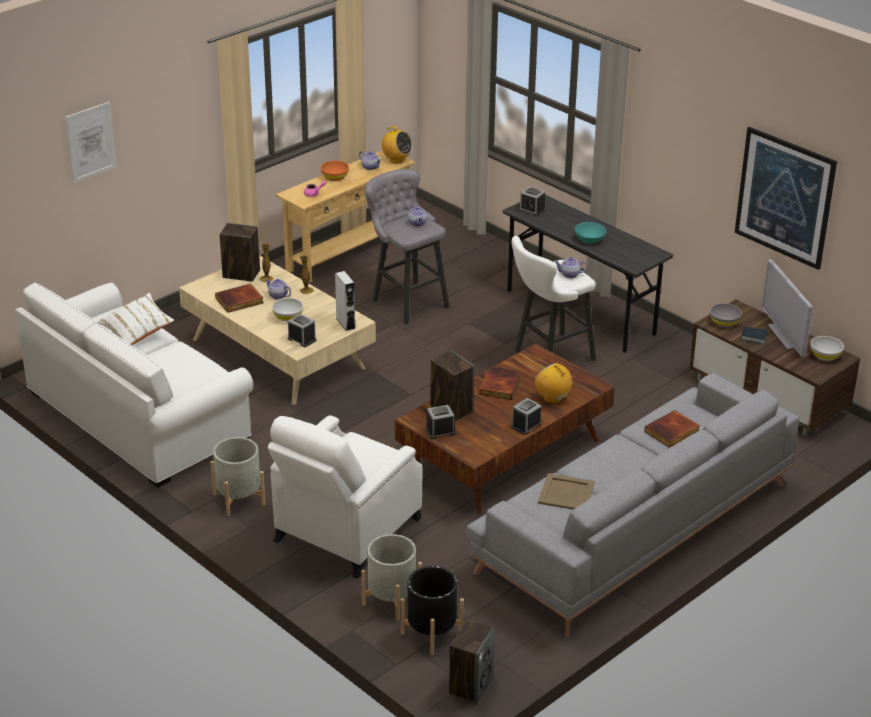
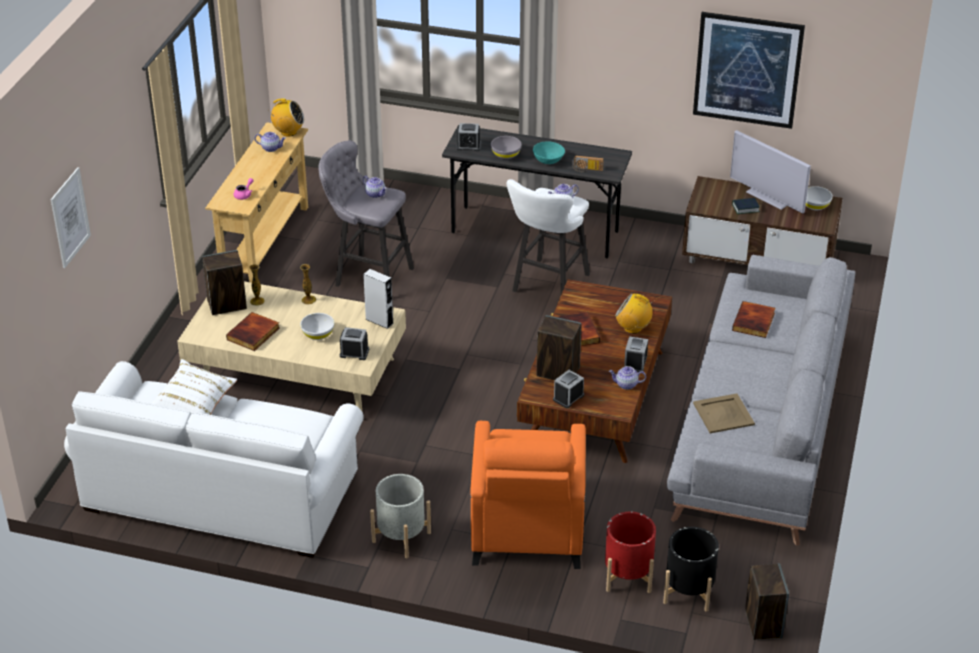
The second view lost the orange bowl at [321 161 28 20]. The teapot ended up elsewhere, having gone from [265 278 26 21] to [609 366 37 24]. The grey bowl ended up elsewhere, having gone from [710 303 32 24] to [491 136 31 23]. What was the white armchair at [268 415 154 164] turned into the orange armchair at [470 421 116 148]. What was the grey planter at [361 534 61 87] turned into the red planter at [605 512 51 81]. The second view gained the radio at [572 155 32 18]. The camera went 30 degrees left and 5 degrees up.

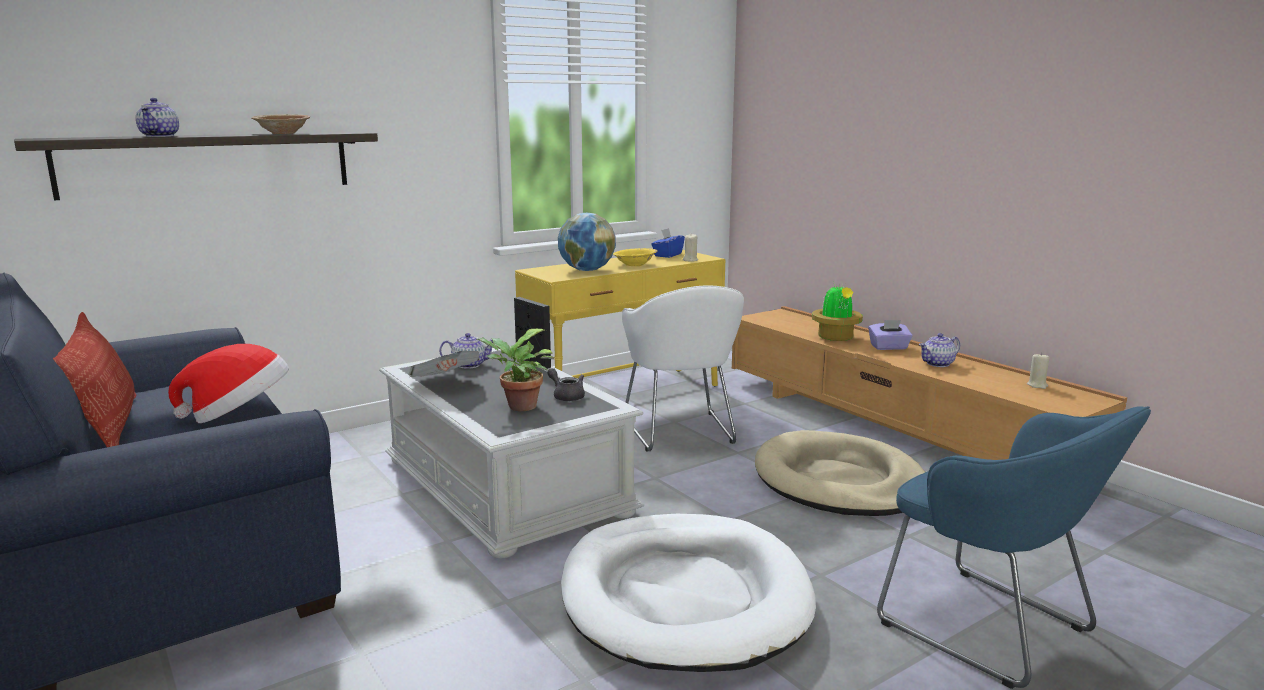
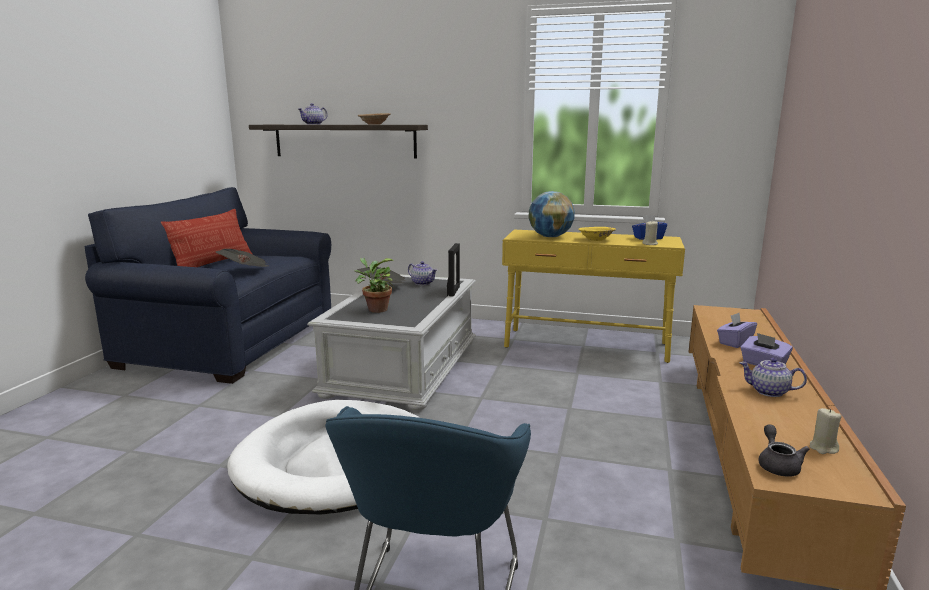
Where the potted plant stood at [812 283 51 58], the purple tissue box came to stand at [717 313 40 35]. The second view lost the white armchair at [622 285 122 166]. Where the hat stood at [168 344 121 79], the newspaper came to stand at [216 249 52 18]. The grey teapot ended up elsewhere, having gone from [547 368 38 33] to [759 424 50 53]. The second view lost the beige dog bed at [755 430 170 86]. The camera went 50 degrees right and 0 degrees up.

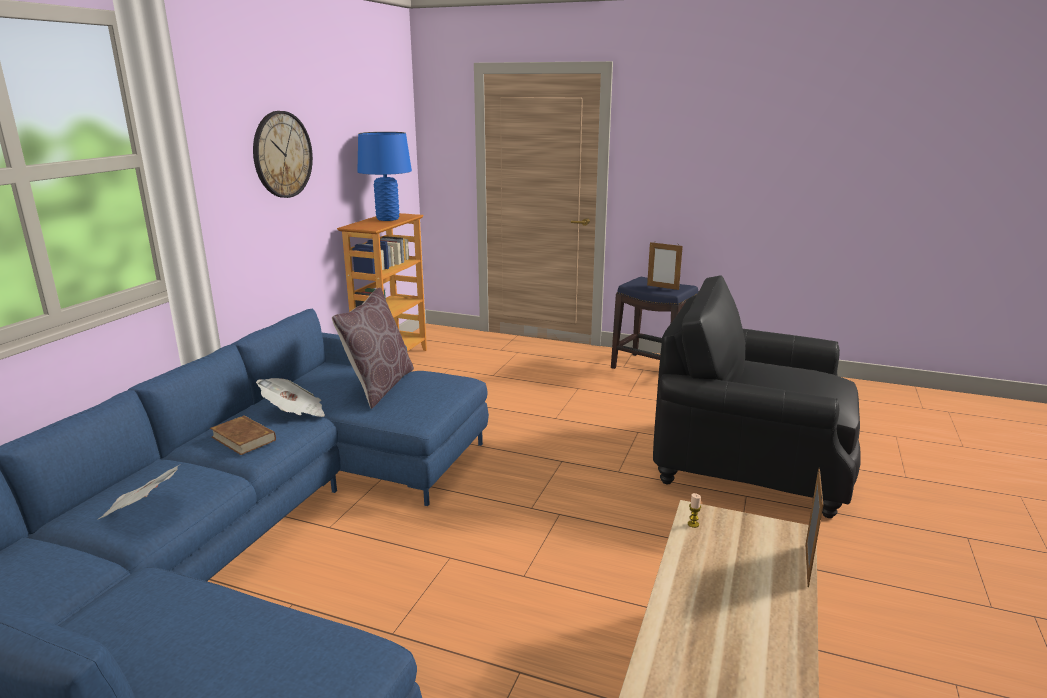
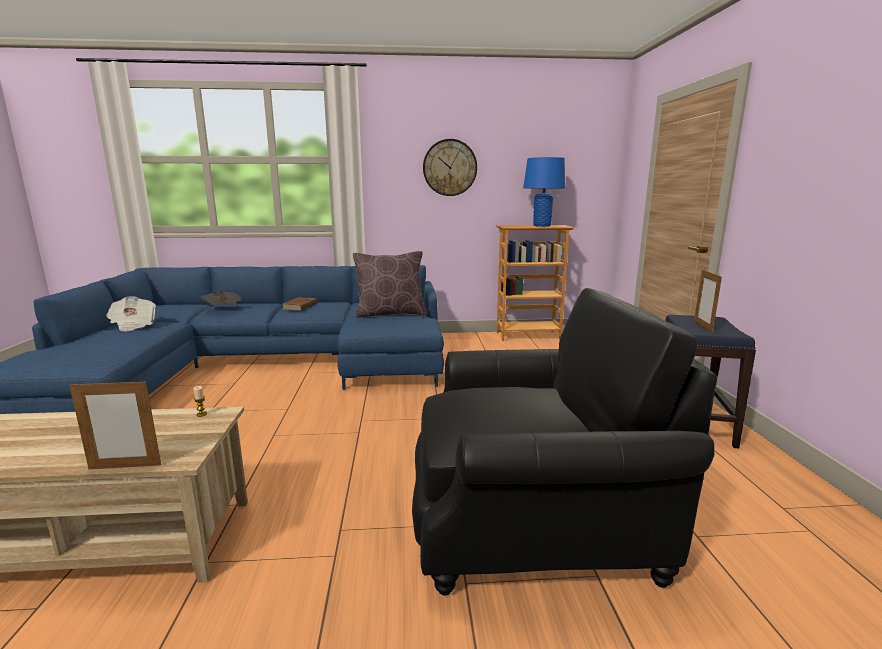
The black armchair at [653 275 208 243] ended up facing another way, 90 degrees clockwise from before. The newspaper ended up elsewhere, having gone from [256 378 69 39] to [106 296 50 36]. The camera went 65 degrees right and 5 degrees down.

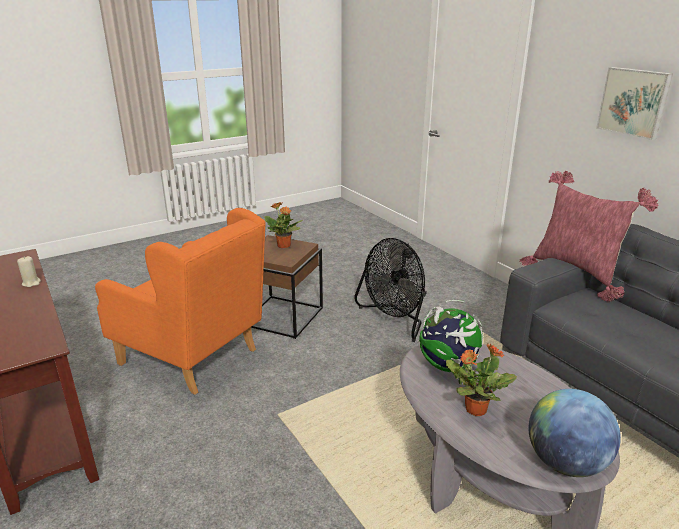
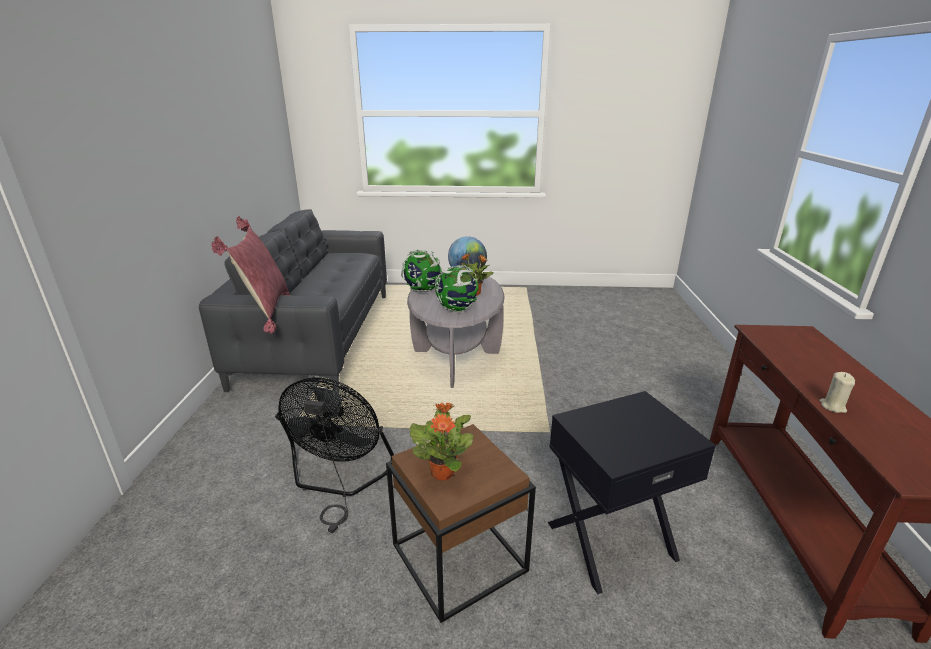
The second view lost the picture at [596 67 77 73]. Where the orange armchair stood at [95 208 170 187], the black side table came to stand at [547 391 169 203]. The black fan at [354 238 73 104] ended up facing another way, 75 degrees counterclockwise from before. The second view gained the globe at [401 250 40 43]. The camera went 145 degrees left and 0 degrees up.

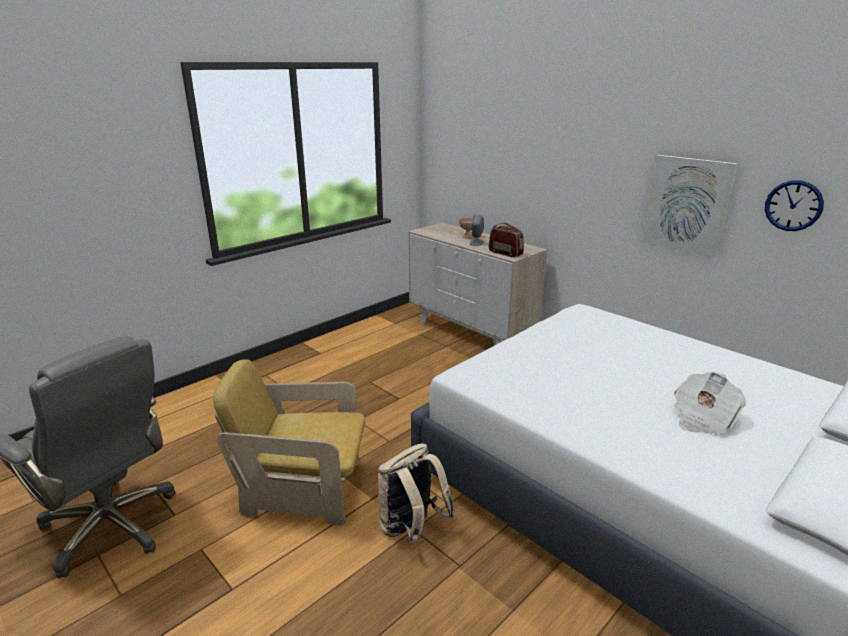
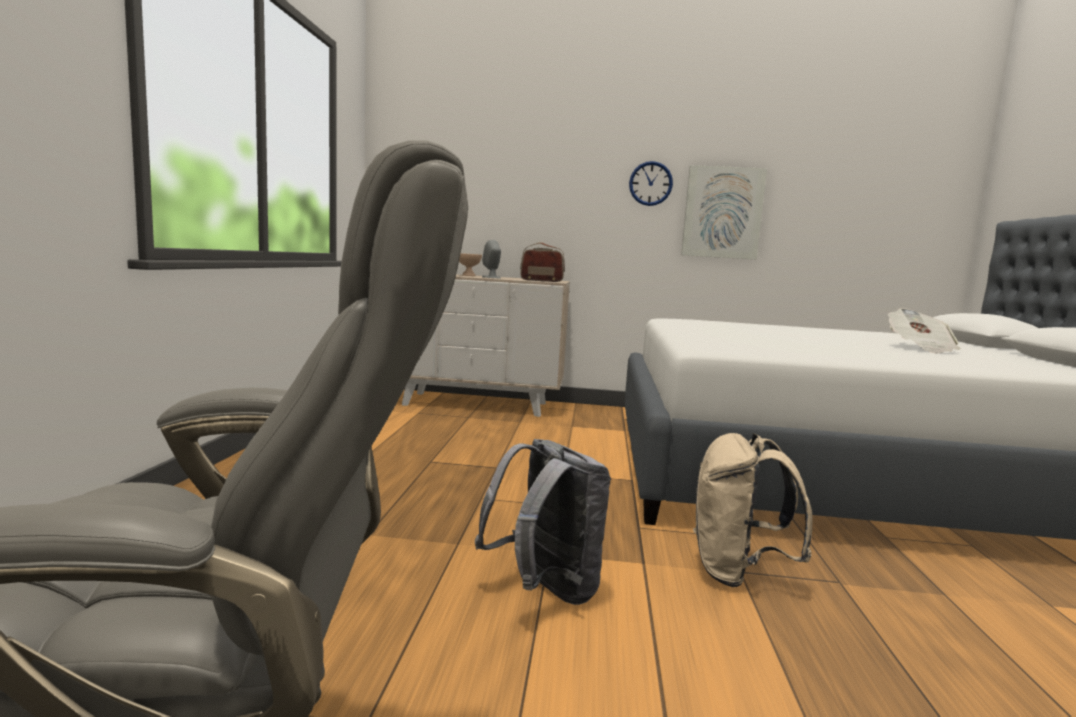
The wall clock ended up elsewhere, having gone from [765 180 59 51] to [629 161 44 45]. Where the yellow armchair stood at [213 359 152 166], the grey backpack came to stand at [475 439 136 166]. The camera went 40 degrees left and 15 degrees down.

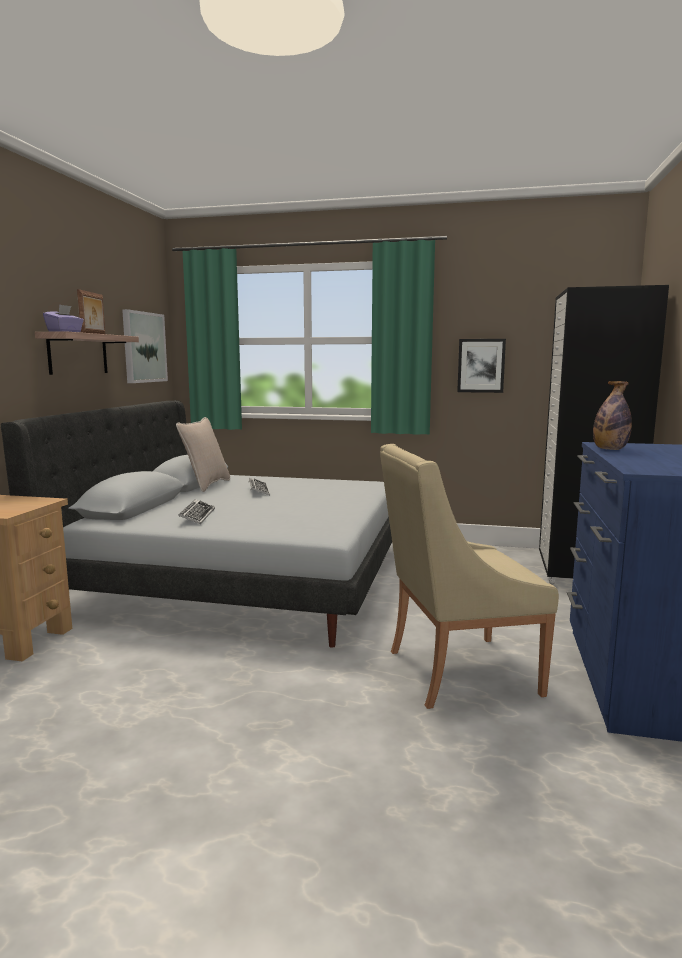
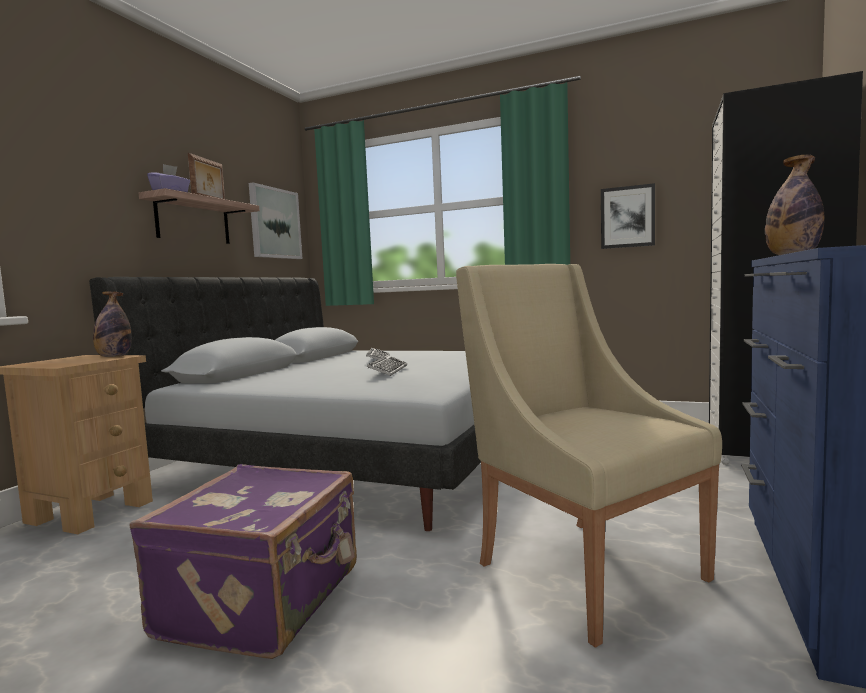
The second view lost the beige pillow at [176 417 54 75]. The beige armchair at [380 444 179 265] ended up facing another way, 60 degrees clockwise from before. The keyboard ended up elsewhere, having gone from [178 499 37 25] to [367 355 40 21]. The second view gained the bottle at [93 291 39 66]. The second view gained the purple suitcase at [129 464 228 195]. The camera went 10 degrees right and 5 degrees down.

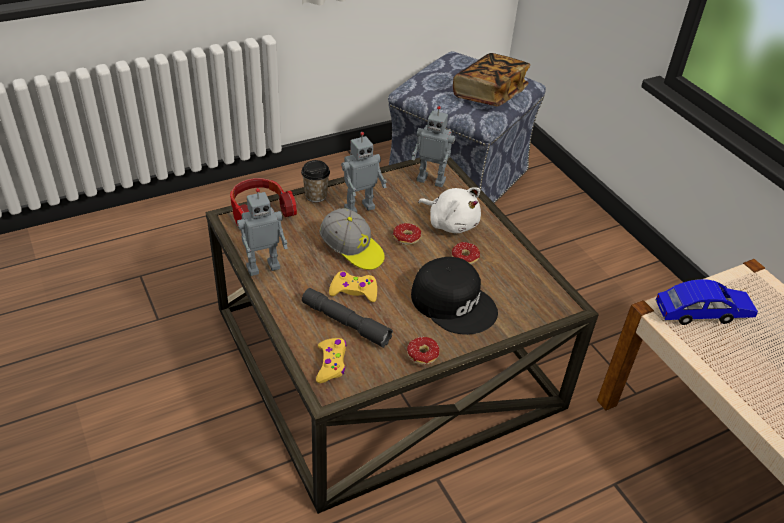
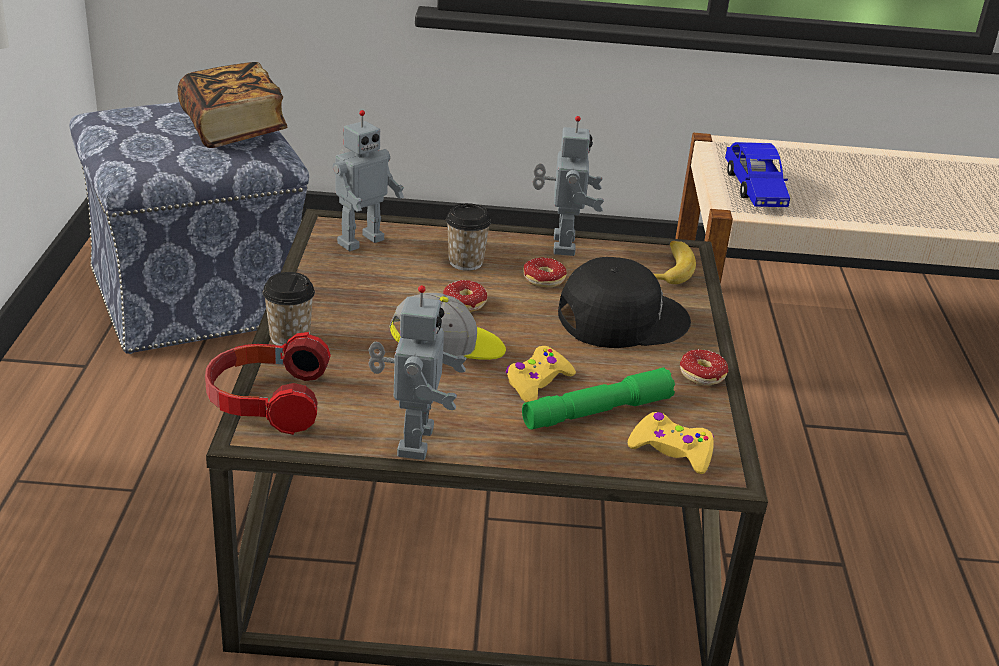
The toy robot ended up elsewhere, having gone from [341 132 46 81] to [532 116 72 140]. Where the white plush toy stood at [418 187 63 46], the cup came to stand at [446 203 45 68]. The blue toy car at [656 279 102 46] ended up facing another way, 150 degrees clockwise from before. What was the grey flashlight at [302 288 91 60] turned into the green flashlight at [522 367 153 63]. The second view gained the banana at [654 241 42 43]. The camera went 60 degrees left and 10 degrees down.

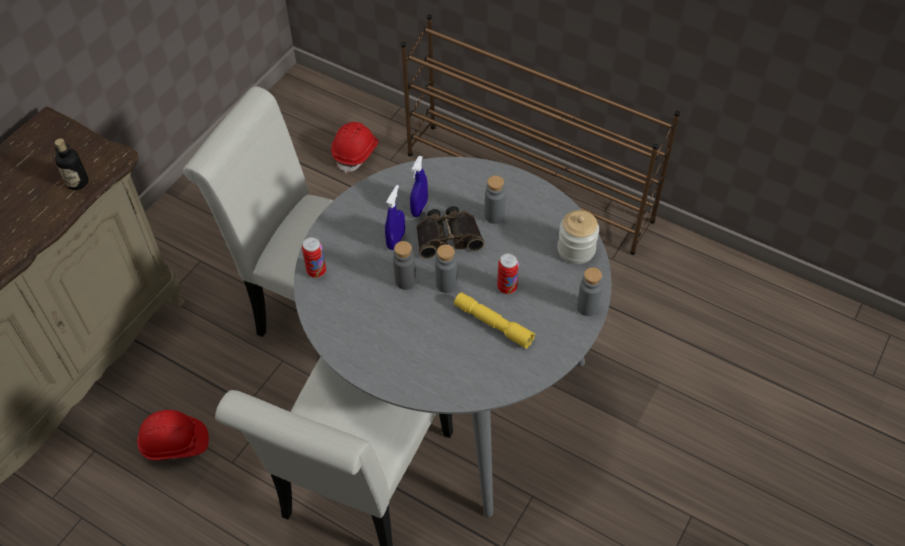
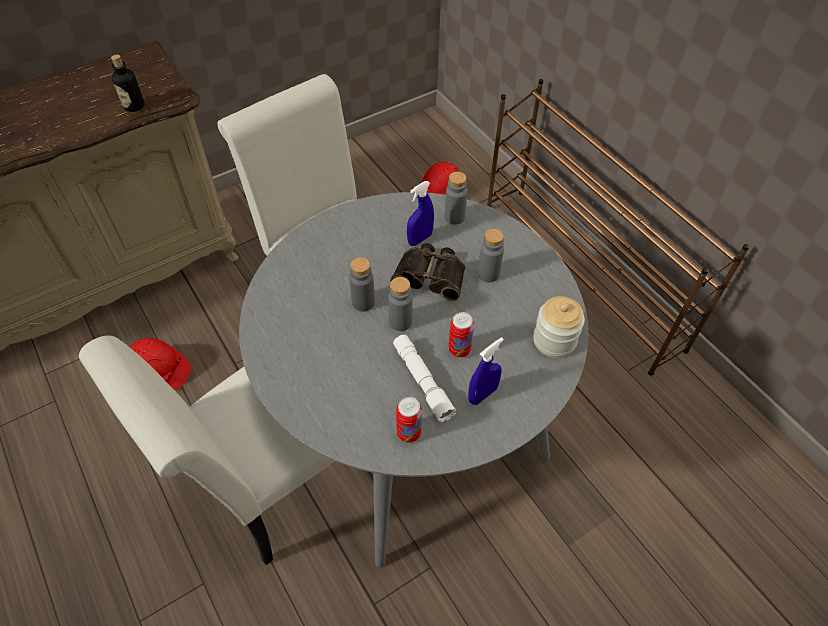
The blue spray bottle ended up elsewhere, having gone from [385 185 20 65] to [468 337 36 68]. The can ended up elsewhere, having gone from [302 237 24 41] to [396 397 26 46]. The grey bottle ended up elsewhere, having gone from [577 267 25 49] to [445 172 22 53]. What was the yellow flashlight at [454 292 81 57] turned into the white flashlight at [393 335 64 88]. The camera went 25 degrees right and 0 degrees up.

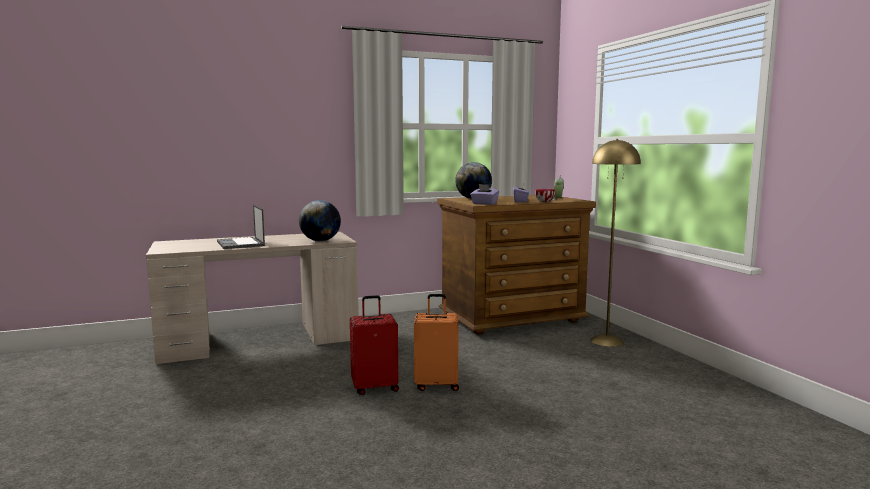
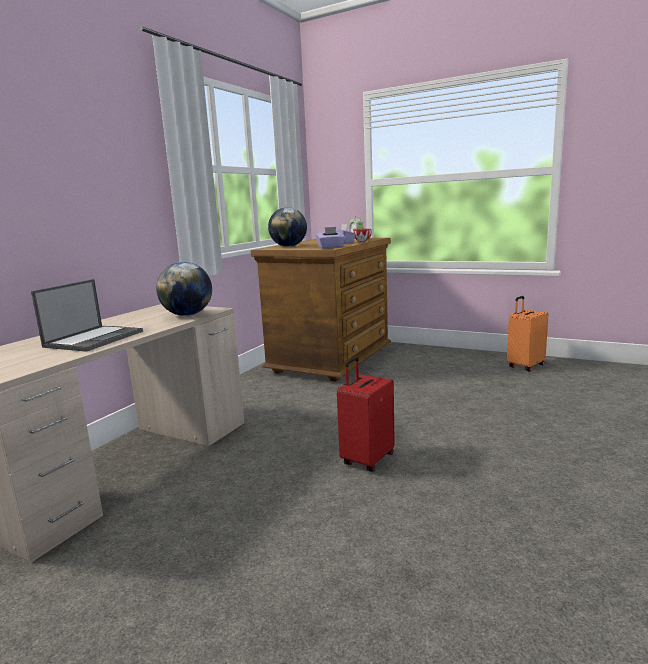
The second view lost the yellow floor lamp at [590 139 51 208]. The laptop at [217 205 48 44] ended up facing another way, 90 degrees counterclockwise from before. The orange suitcase ended up elsewhere, having gone from [414 294 45 97] to [507 296 42 75]. The camera went 40 degrees left and 5 degrees up.

